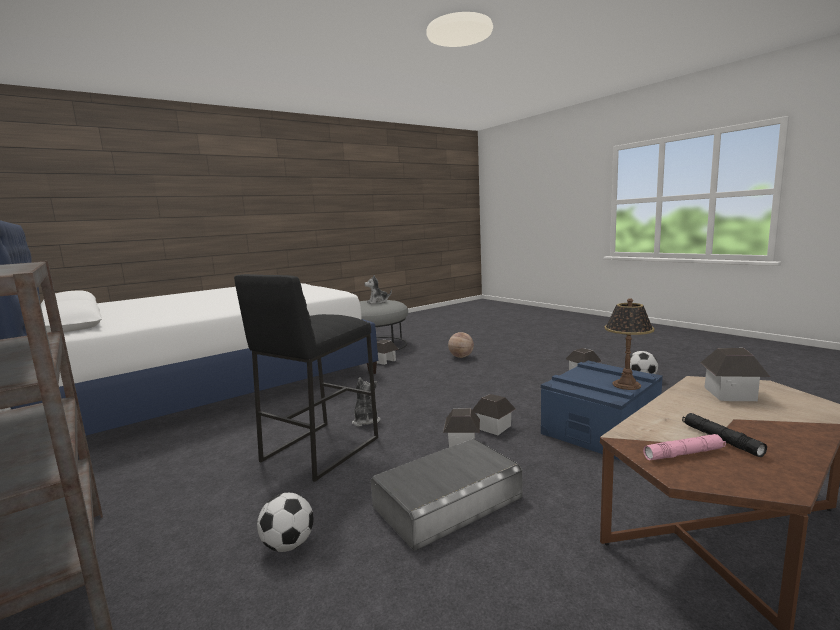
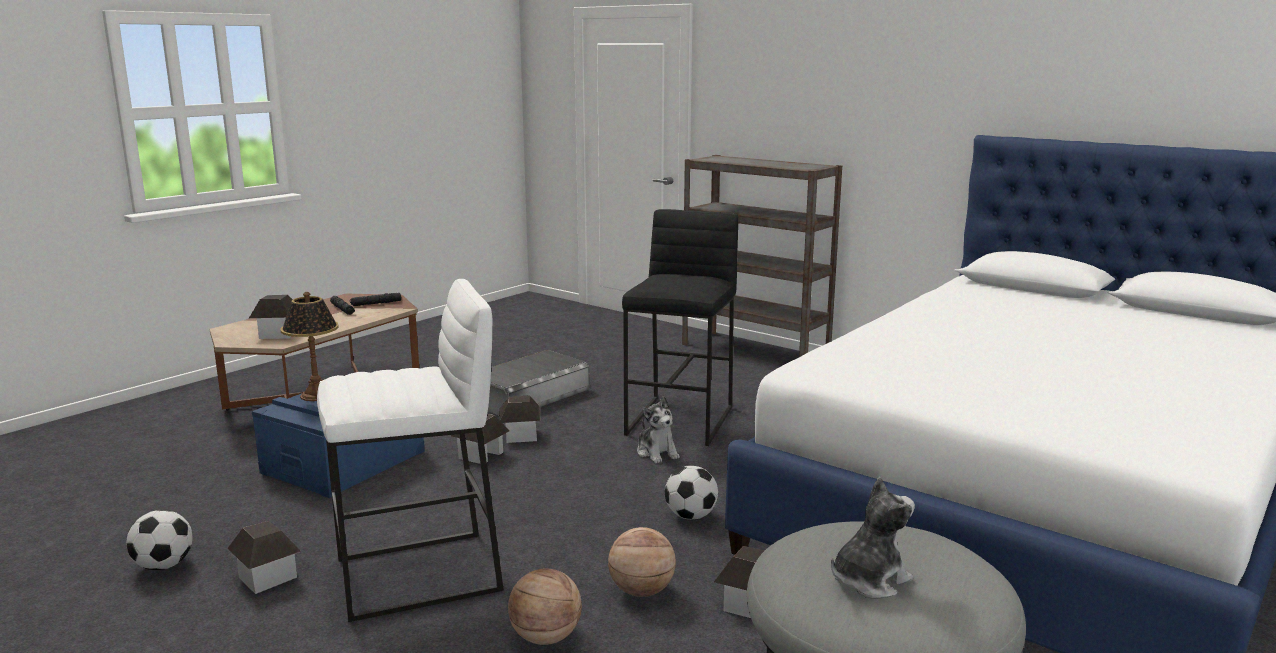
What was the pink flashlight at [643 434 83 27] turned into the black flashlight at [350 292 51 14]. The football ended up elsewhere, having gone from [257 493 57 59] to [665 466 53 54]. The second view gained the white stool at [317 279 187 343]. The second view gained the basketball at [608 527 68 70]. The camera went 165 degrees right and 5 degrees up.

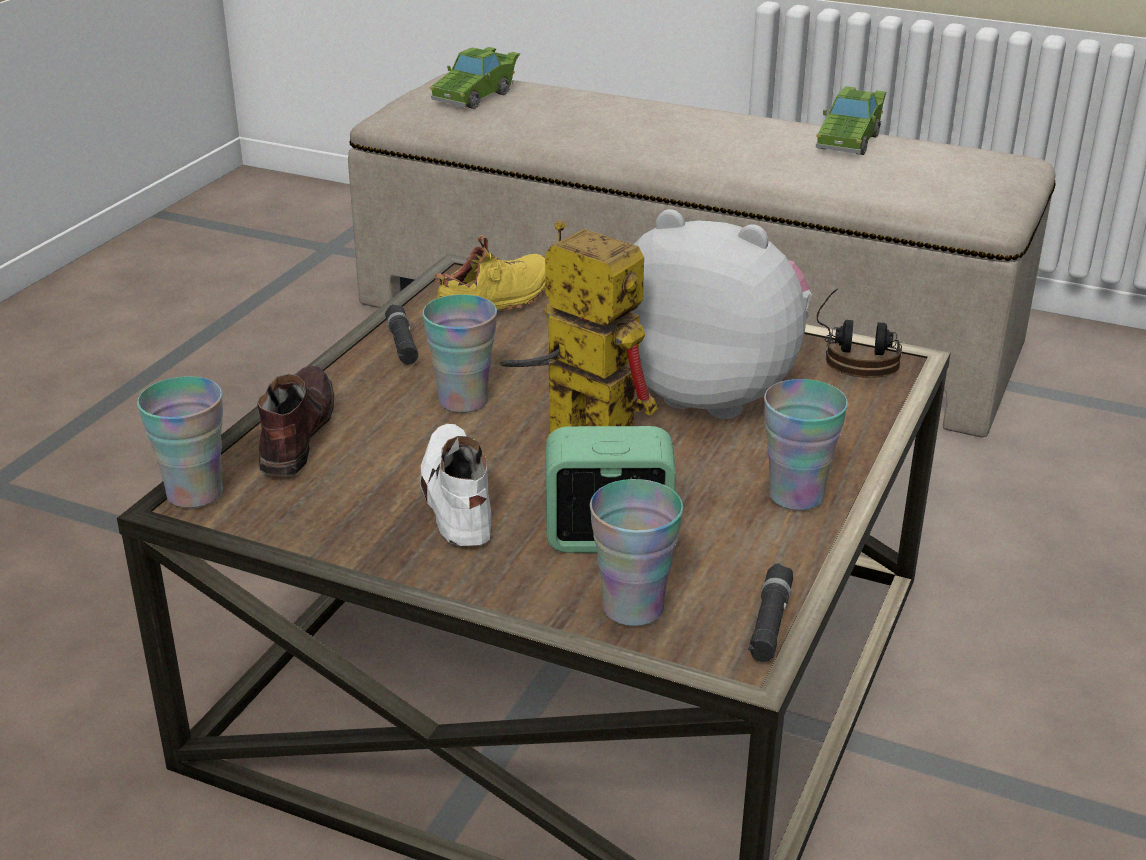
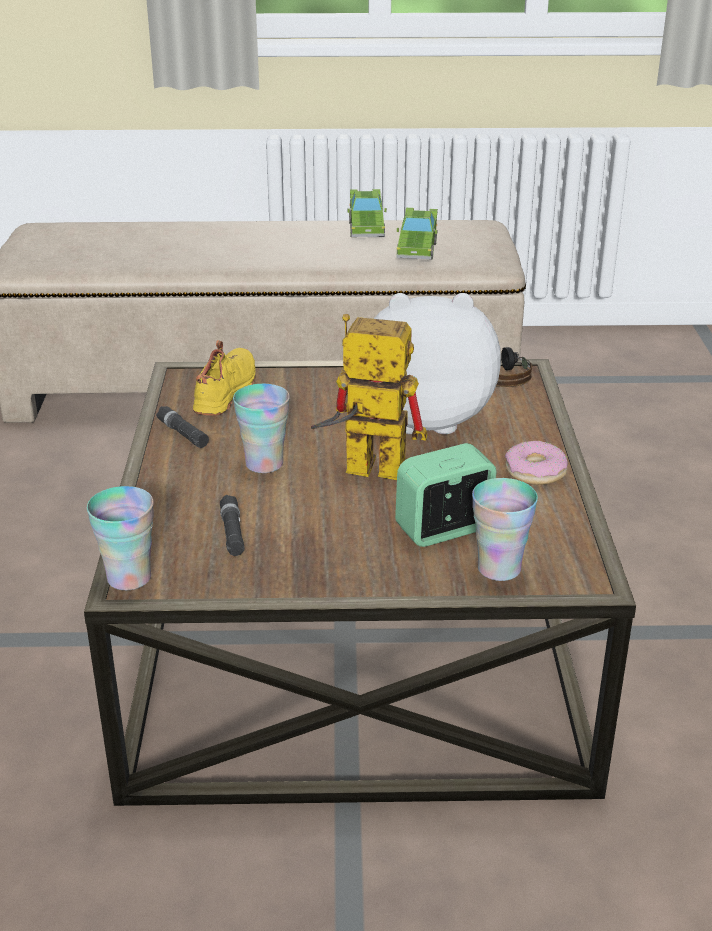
The green toy car ended up elsewhere, having gone from [430 47 90 62] to [396 208 42 52]. The second view lost the brown shoe at [257 366 77 111]. Where the cup stood at [764 379 84 131], the donut came to stand at [505 440 63 45]. The second view lost the white shoe at [420 424 71 122]. The black flashlight ended up elsewhere, having gone from [748 563 45 99] to [220 495 25 61]. The camera went 25 degrees left and 0 degrees up.

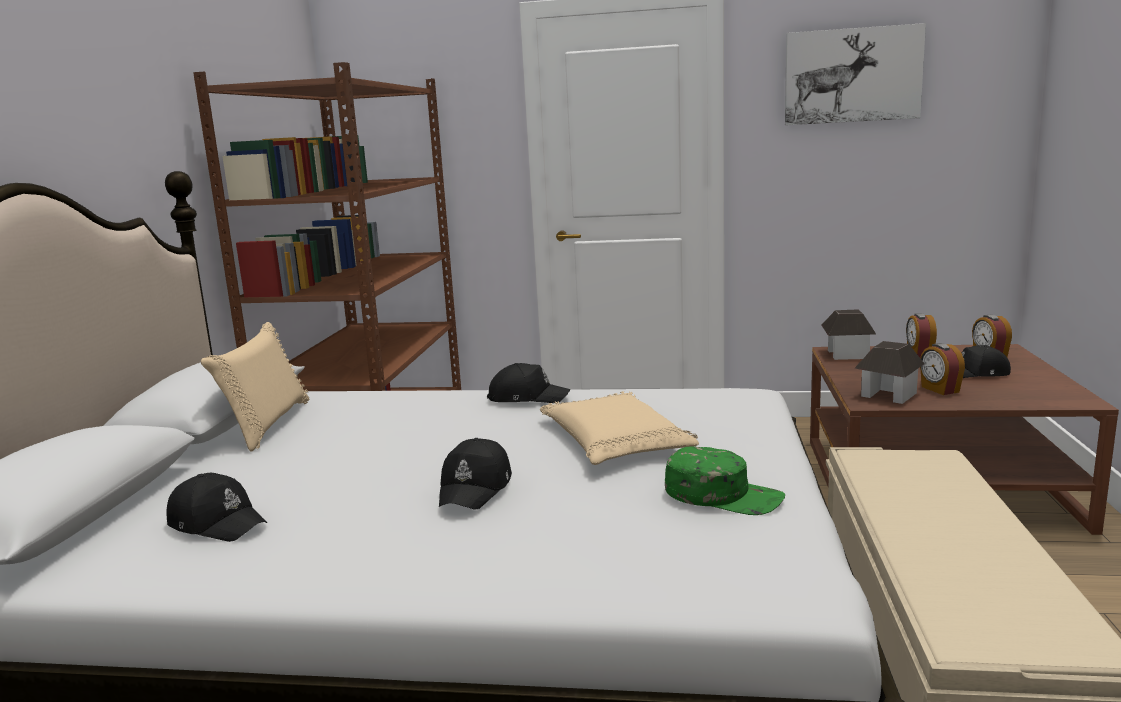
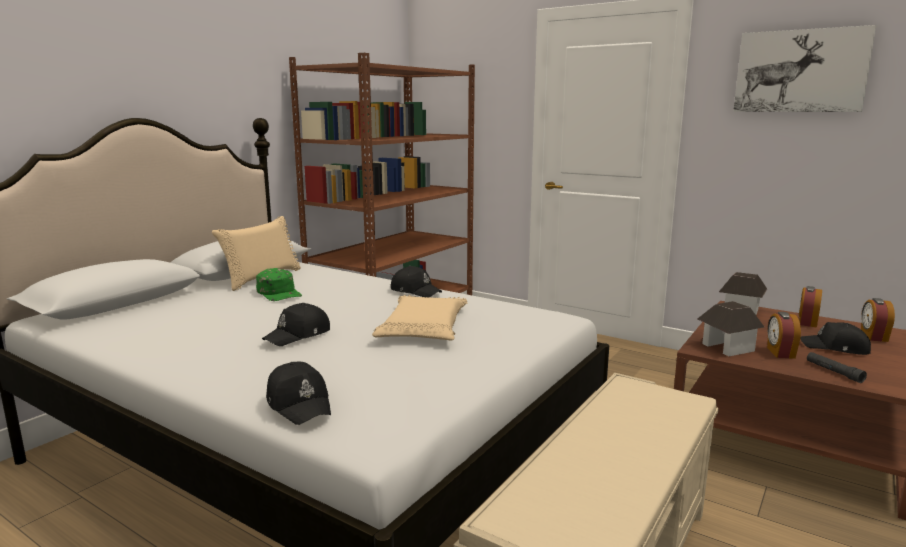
The green cap ended up elsewhere, having gone from [665 447 120 68] to [256 268 46 33]. The black cap ended up elsewhere, having gone from [166 473 101 69] to [266 362 65 63]. The second view gained the black flashlight at [807 352 60 31]. The camera went 25 degrees right and 0 degrees up.

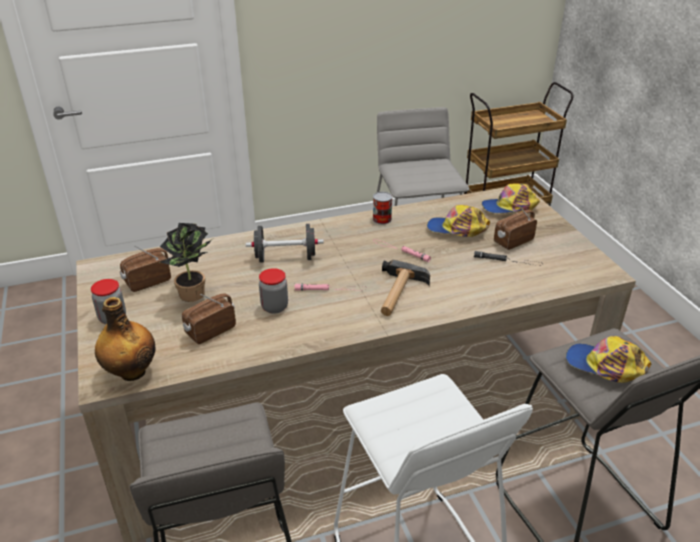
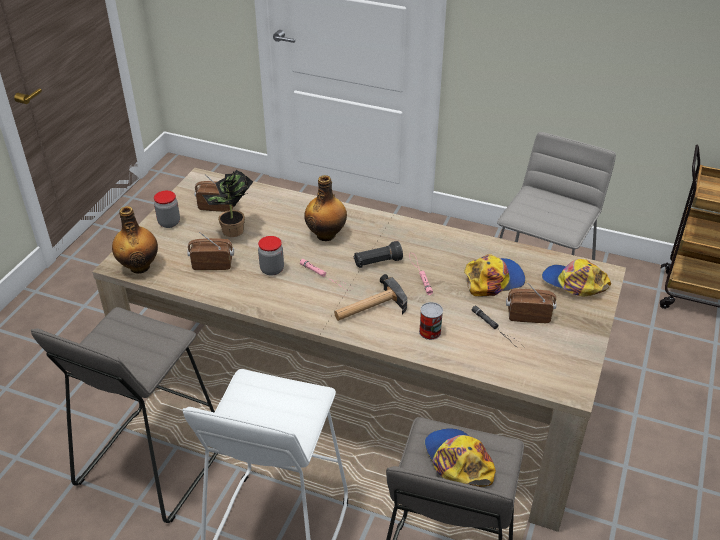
The can ended up elsewhere, having gone from [373 192 20 32] to [419 302 24 38]. The cap at [427 205 63 32] ended up facing another way, 105 degrees clockwise from before. Where the black dumbbell stood at [246 224 78 39], the bottle came to stand at [304 175 43 66]. The second view gained the black flashlight at [354 241 49 27]. The camera went 40 degrees right and 5 degrees up.

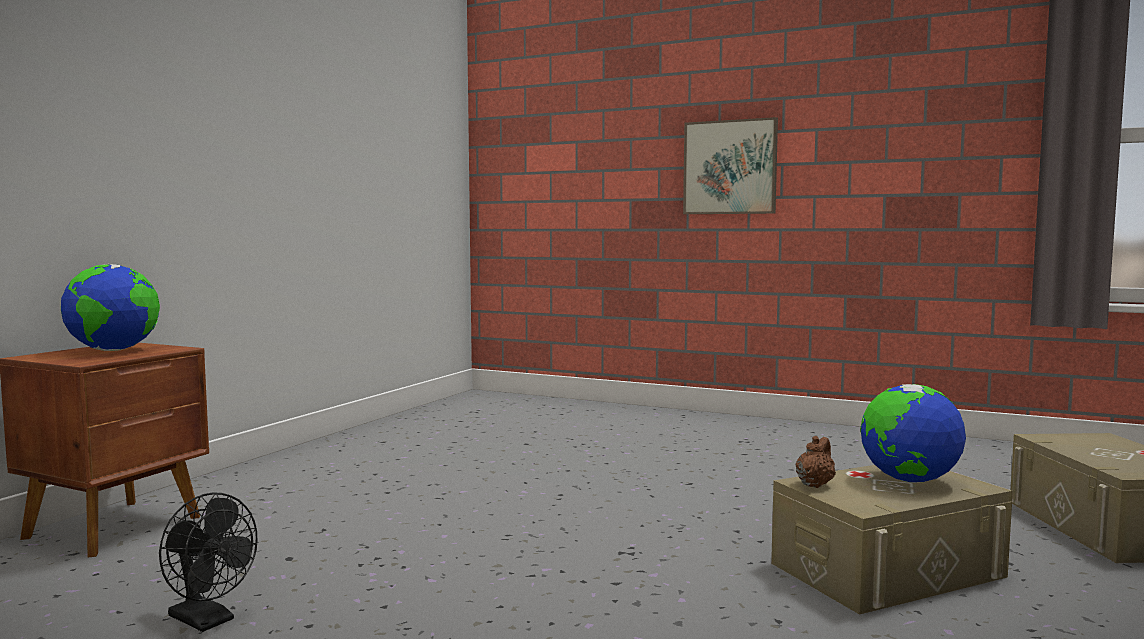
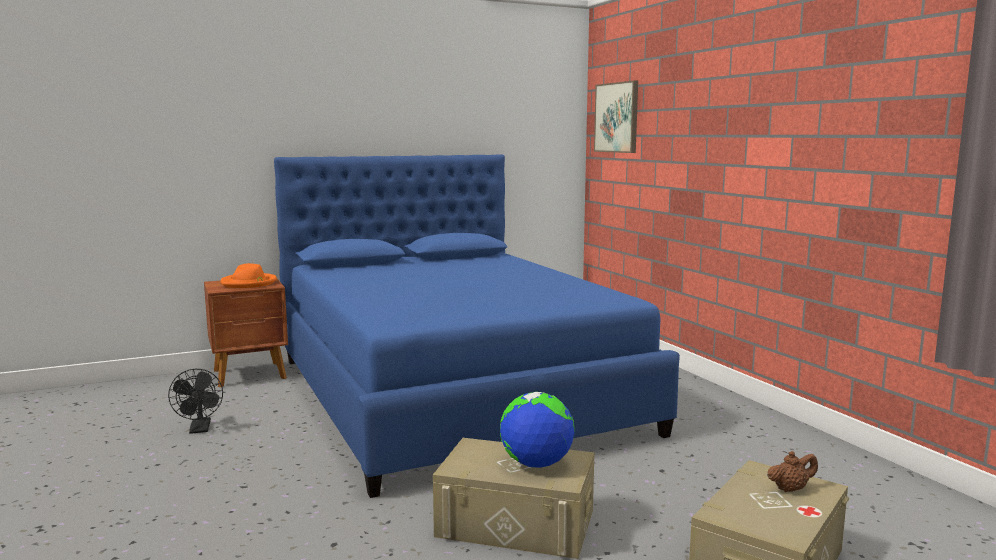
The picture ended up elsewhere, having gone from [683 117 95 97] to [594 81 44 72]. Where the globe stood at [61 264 99 87], the orange hat came to stand at [221 263 56 25]. The brown teapot ended up elsewhere, having gone from [796 436 40 52] to [767 451 51 41]. The second view gained the blue bed at [274 154 406 344]. The camera went 40 degrees right and 5 degrees up.

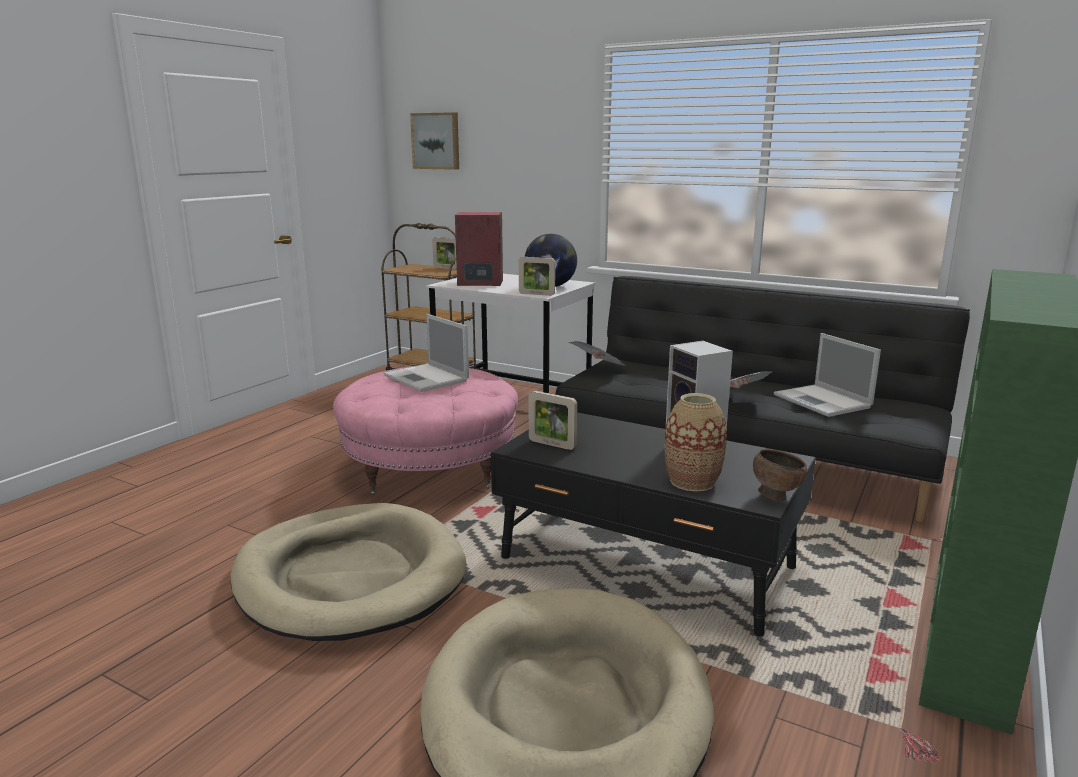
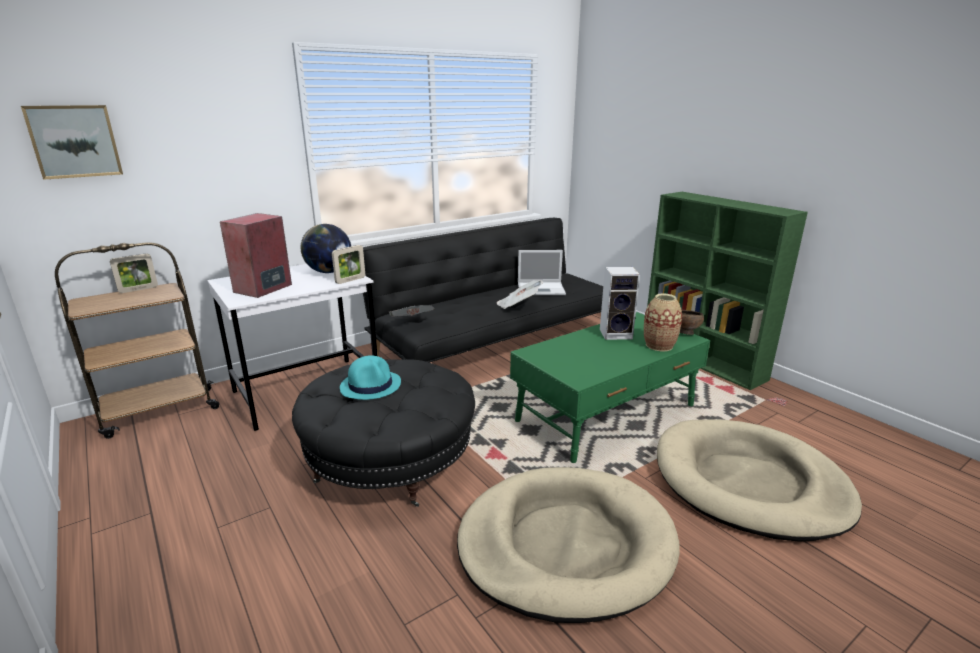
Where the laptop stood at [384 314 85 78], the turquoise hat came to stand at [340 355 61 45]. What was the pink ottoman at [333 366 185 129] turned into the black ottoman at [292 359 183 148]. The second view lost the picture frame at [529 391 48 59]. What was the black coffee table at [491 413 325 223] turned into the green coffee table at [510 312 200 151]. The camera went 65 degrees left and 5 degrees up.

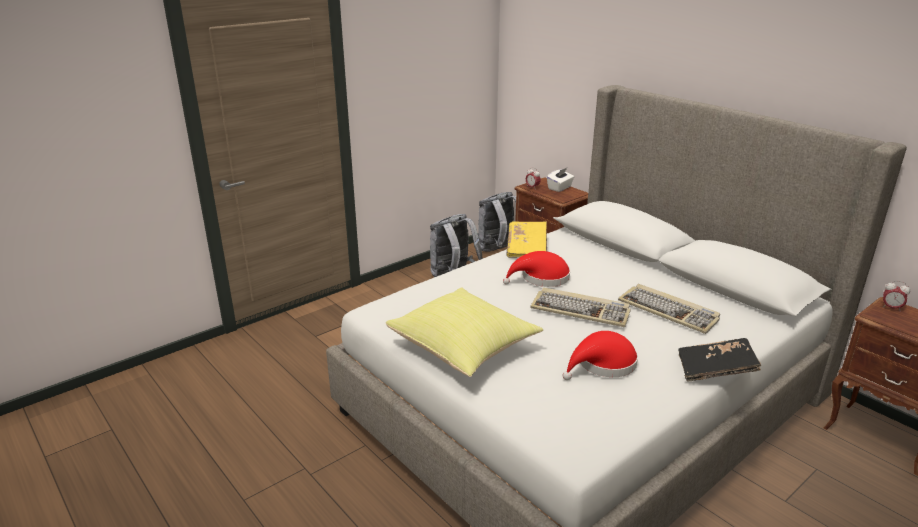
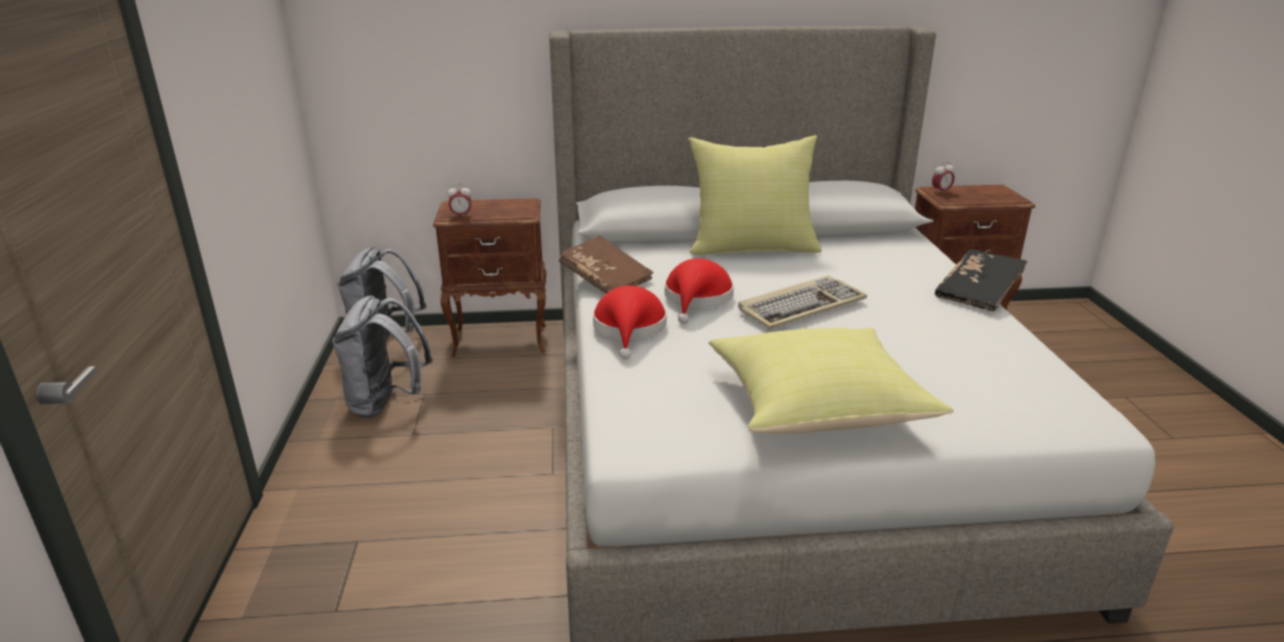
The second view lost the white tissue box at [547 168 27 24]. What was the yellow book at [506 221 41 37] turned into the brown book at [559 235 94 59]. The second view lost the keyboard at [618 284 102 50]. The red hat ended up elsewhere, having gone from [563 331 75 49] to [593 285 74 74]. The second view gained the yellow pillow at [688 135 134 120]. The camera went 55 degrees left and 0 degrees up.

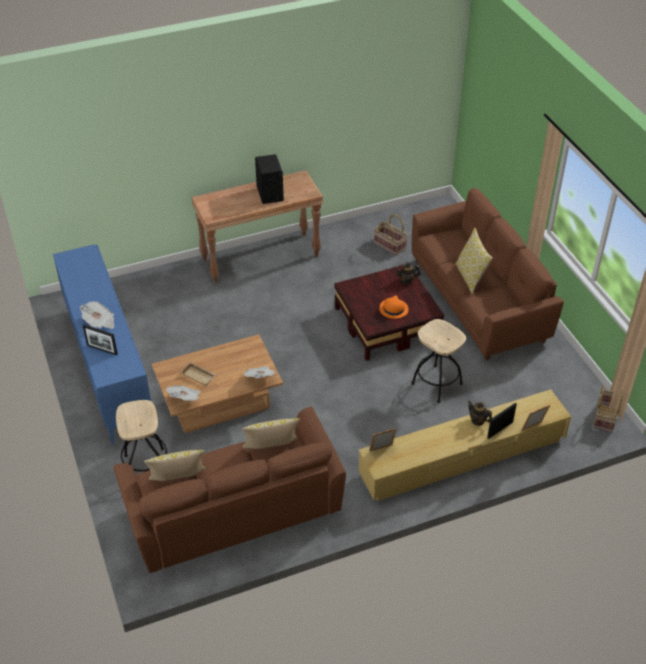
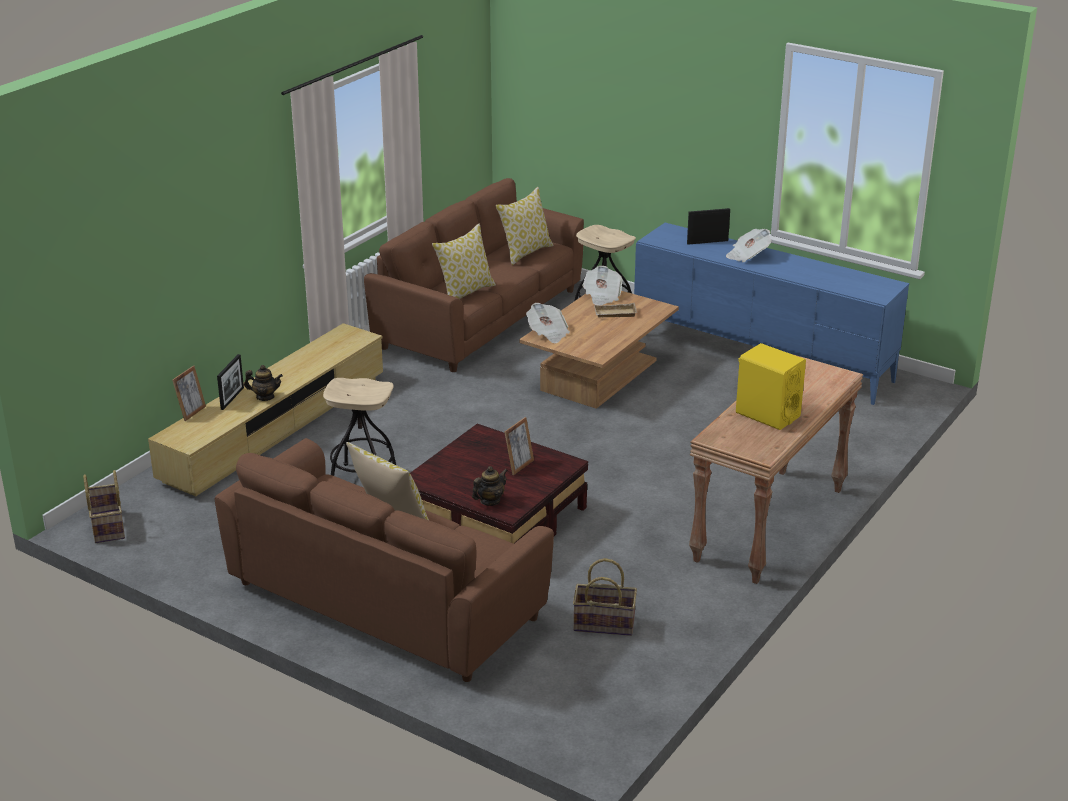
What was the black speaker at [255 154 29 50] turned into the yellow speaker at [736 343 70 87]. The second view lost the orange hat at [379 295 29 24]. The picture frame ended up elsewhere, having gone from [369 428 27 24] to [504 417 30 58]. The camera went 145 degrees right and 15 degrees down.

